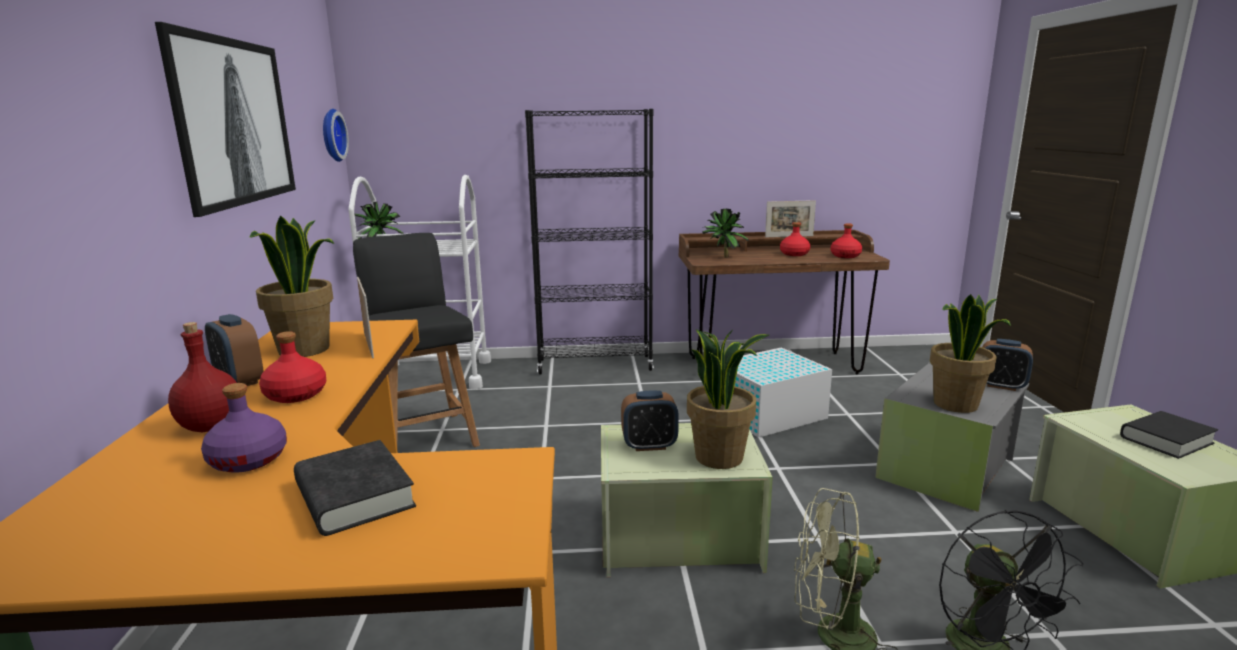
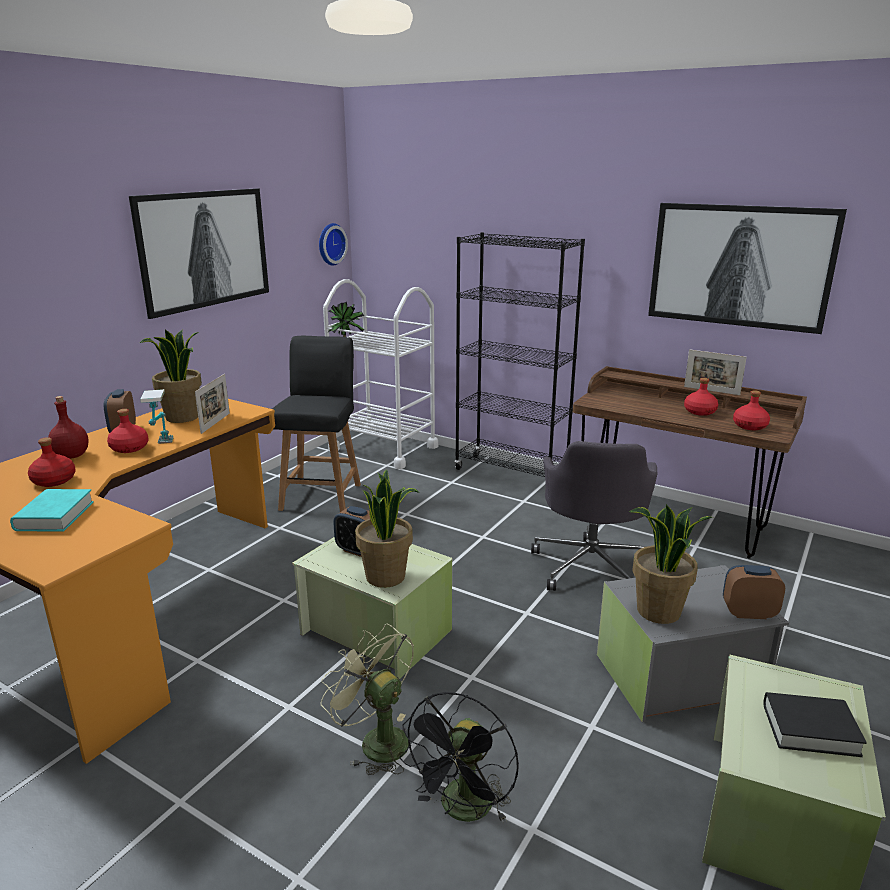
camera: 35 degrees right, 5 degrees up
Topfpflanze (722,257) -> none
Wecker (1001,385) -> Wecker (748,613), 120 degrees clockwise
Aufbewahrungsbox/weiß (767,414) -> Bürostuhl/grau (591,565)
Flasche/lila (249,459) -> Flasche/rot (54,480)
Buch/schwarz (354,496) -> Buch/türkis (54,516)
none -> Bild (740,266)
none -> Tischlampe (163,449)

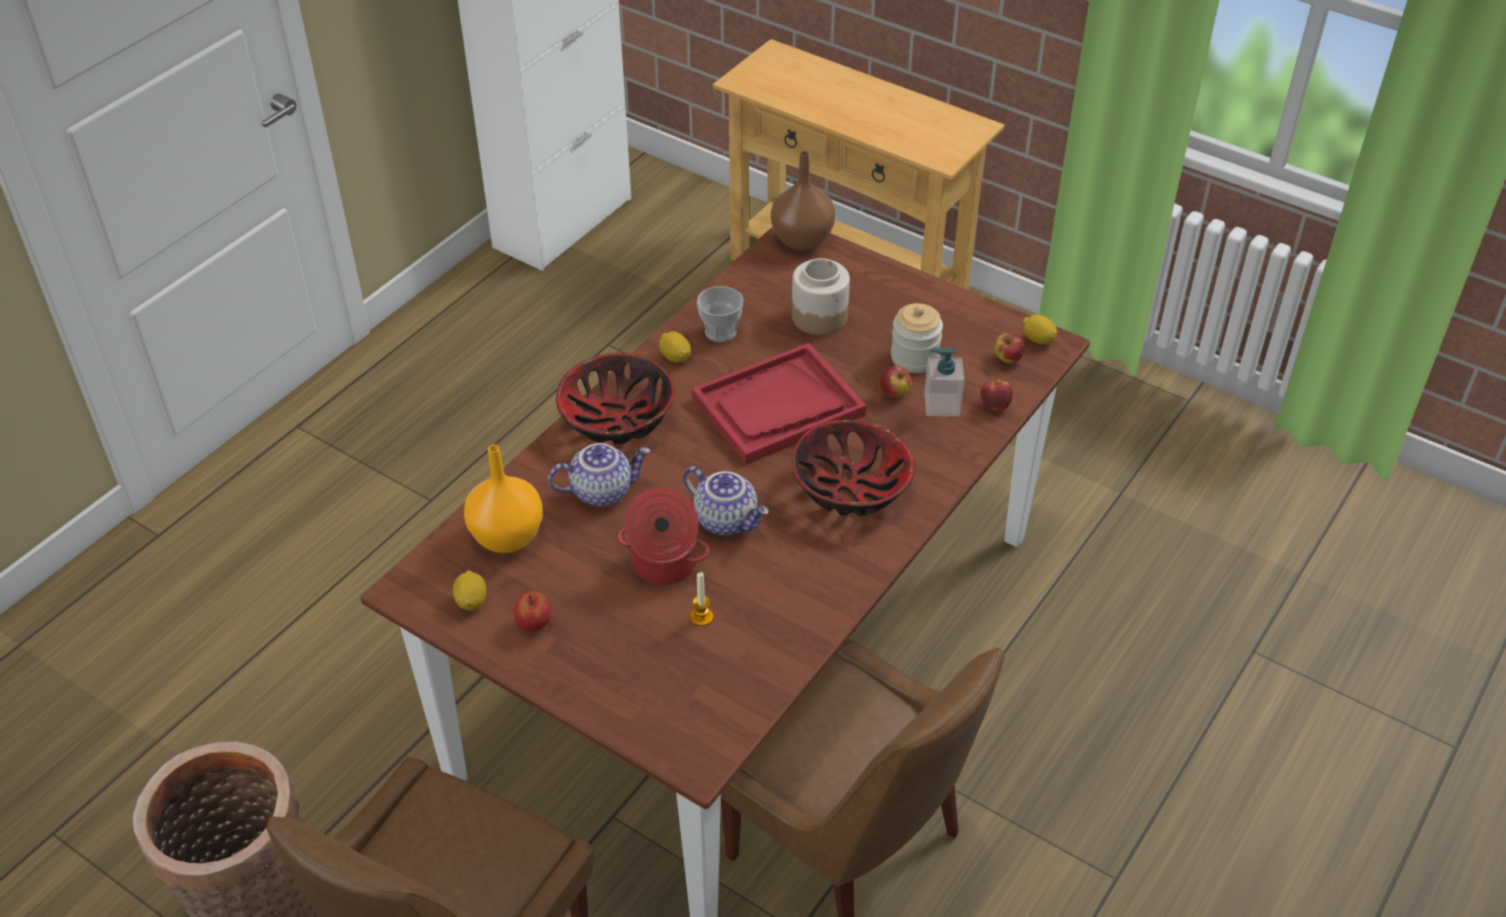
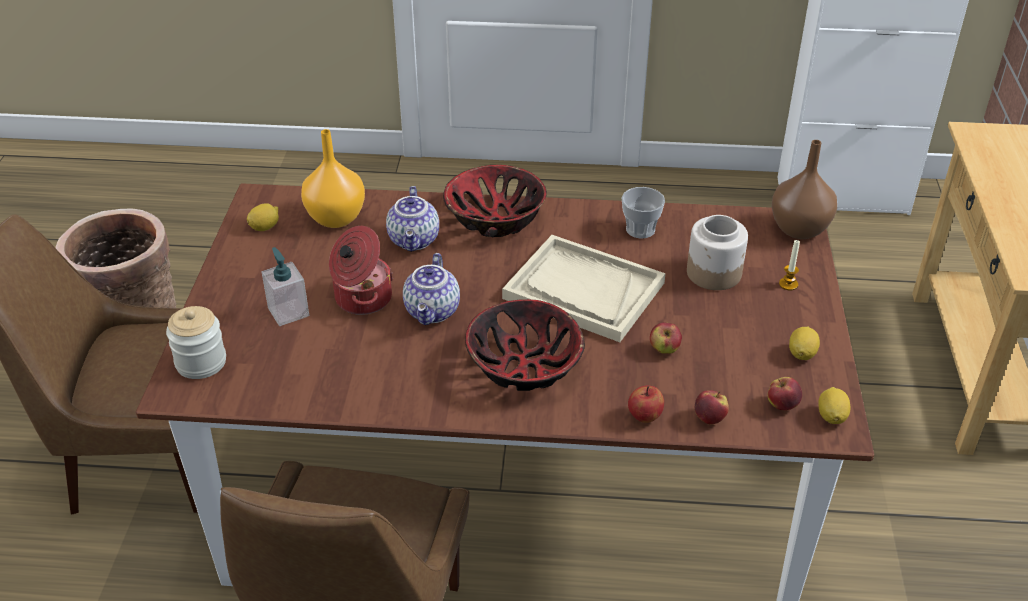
camera: 60 degrees right, 5 degrees down
Vorratsglas (914,358) -> Vorratsglas (201,362), relocated
Zitrone (675,357) -> Zitrone (802,353), relocated
Tablett/rot (778,407) -> Tablett/beige (583,291)
Seifenspender (941,405) -> Seifenspender (288,312), relocated
Teekanne (602,490) -> Teekanne (415,240), 45 degrees clockwise
Kerze (701,617) -> Kerze (788,284), relocated
Apfel (534,624) -> Apfel (644,416), relocated

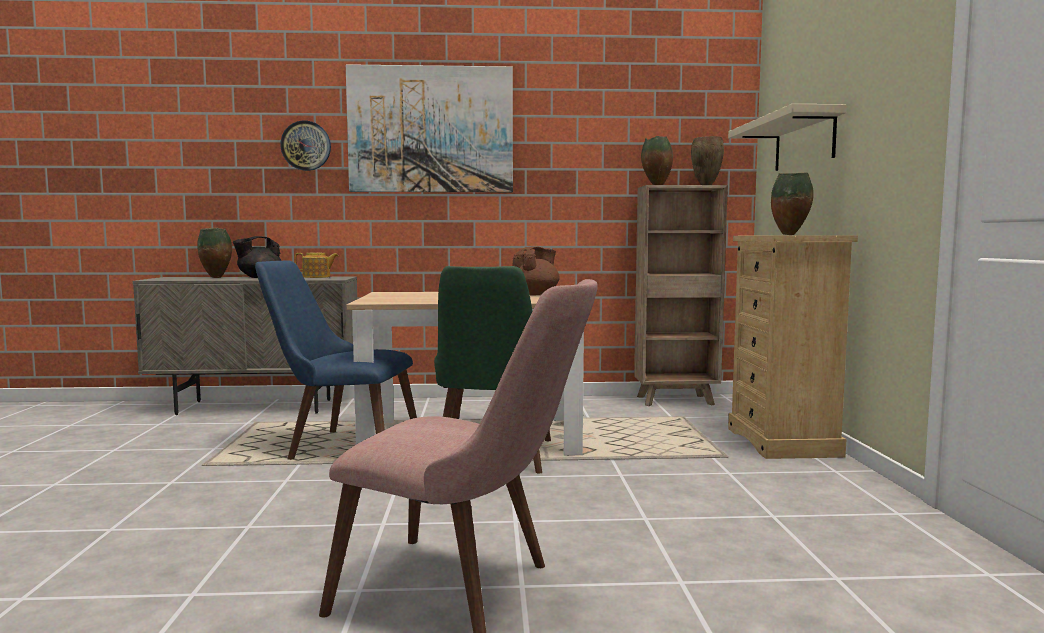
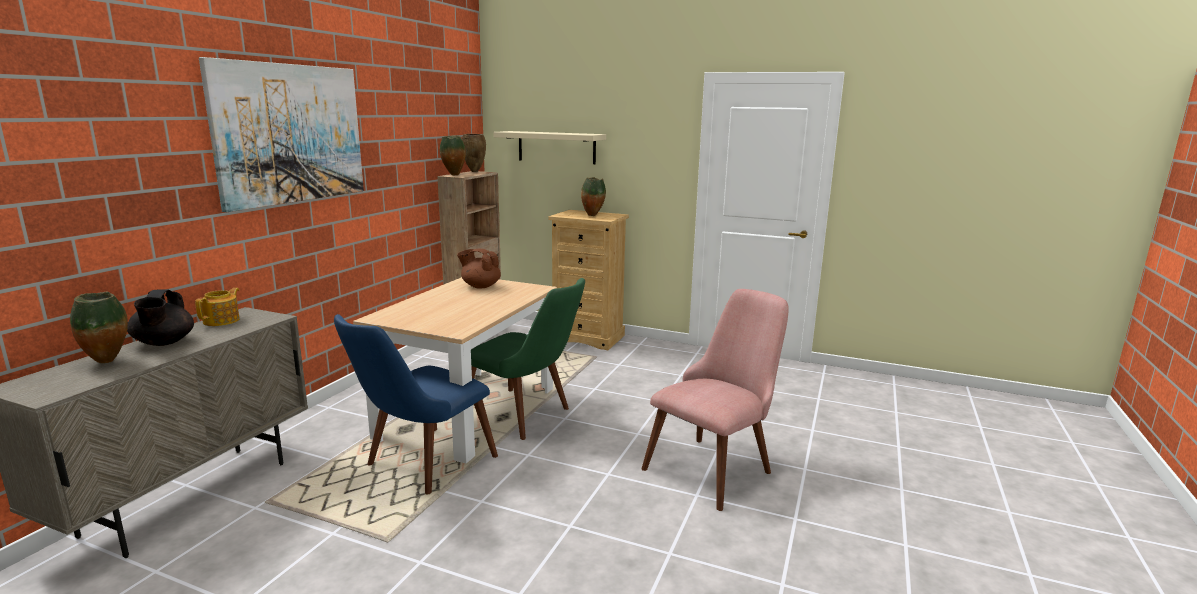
camera: 65 degrees left, 10 degrees up
Wanduhr (306,146) -> none
Teekanne/braun (535,294) -> Teekanne/braun (480,286), 45 degrees counterclockwise

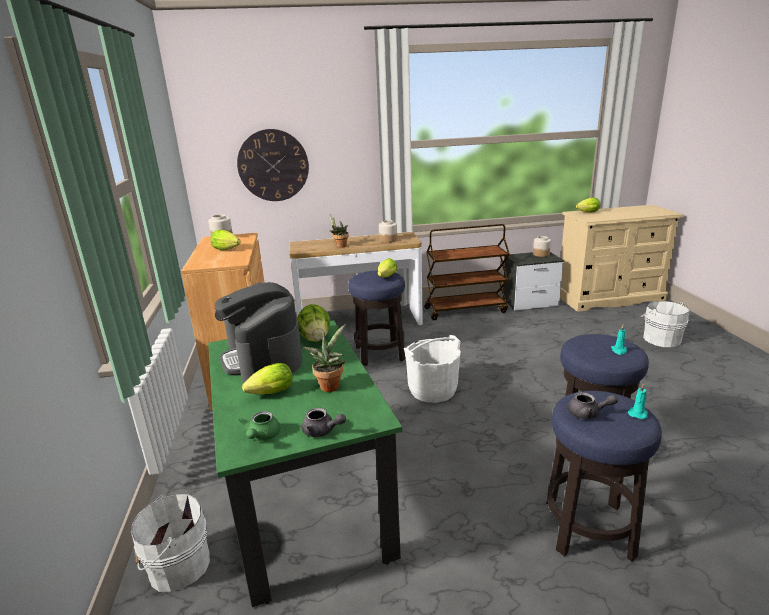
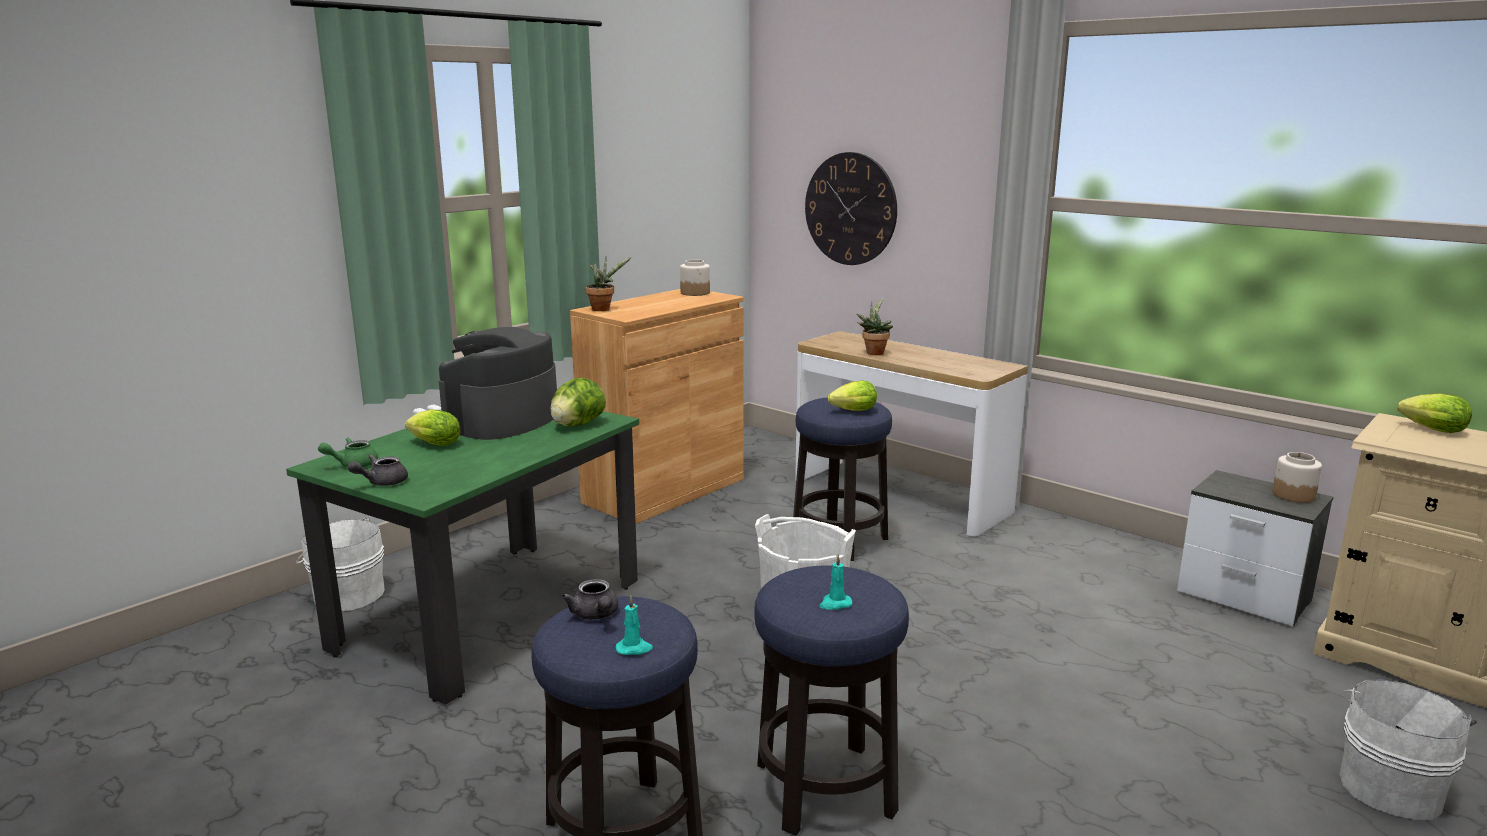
camera: 50 degrees right, 5 degrees down
Vorratsglas (388,240) -> none
Rollwagen/braun (465,310) -> none
Salatkopf (228,250) -> none
Topfpflanze (330,385) -> Topfpflanze (603,309), relocated
Teekanne/grau (322,431) -> Teekanne/grau (382,482), 60 degrees clockwise

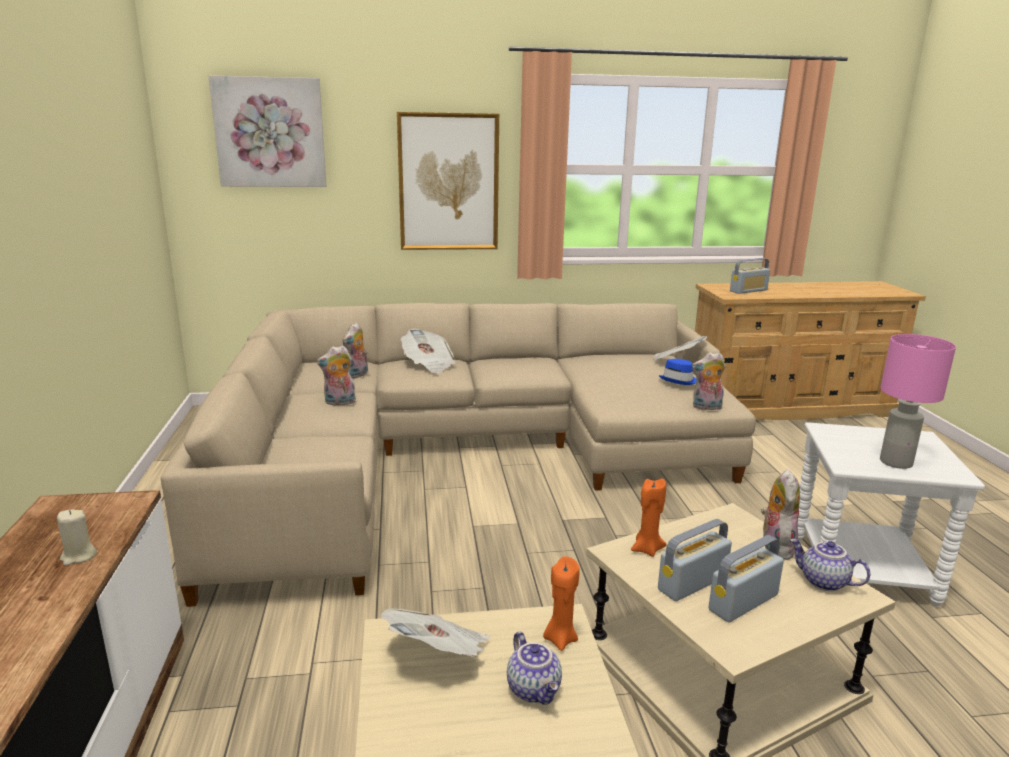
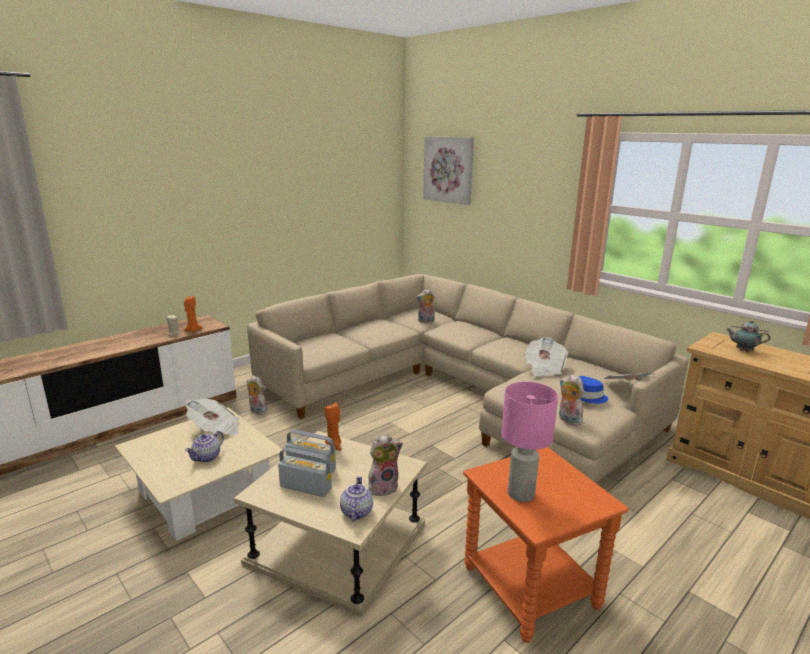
camera: 55 degrees right, 0 degrees up
Bild (448,182) -> none
Radio (748,291) -> Teekanne (743,350)
Zeitung (428,365) -> Zeitung (544,368), relocated
Plüschtier (339,403) -> Plüschtier (256,411), relocated
Beistelltisch/weiß (861,569) -> Beistelltisch/orange (531,587)
Kerze/orange (560,639) -> Kerze/orange (193,330), relocated

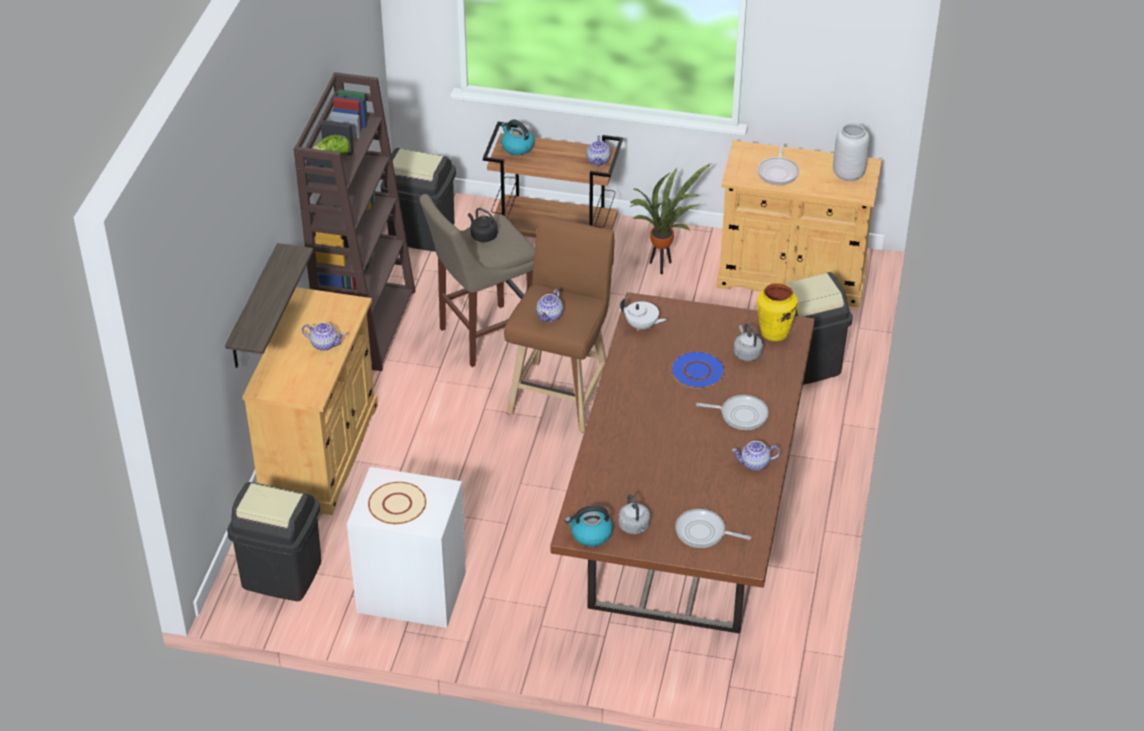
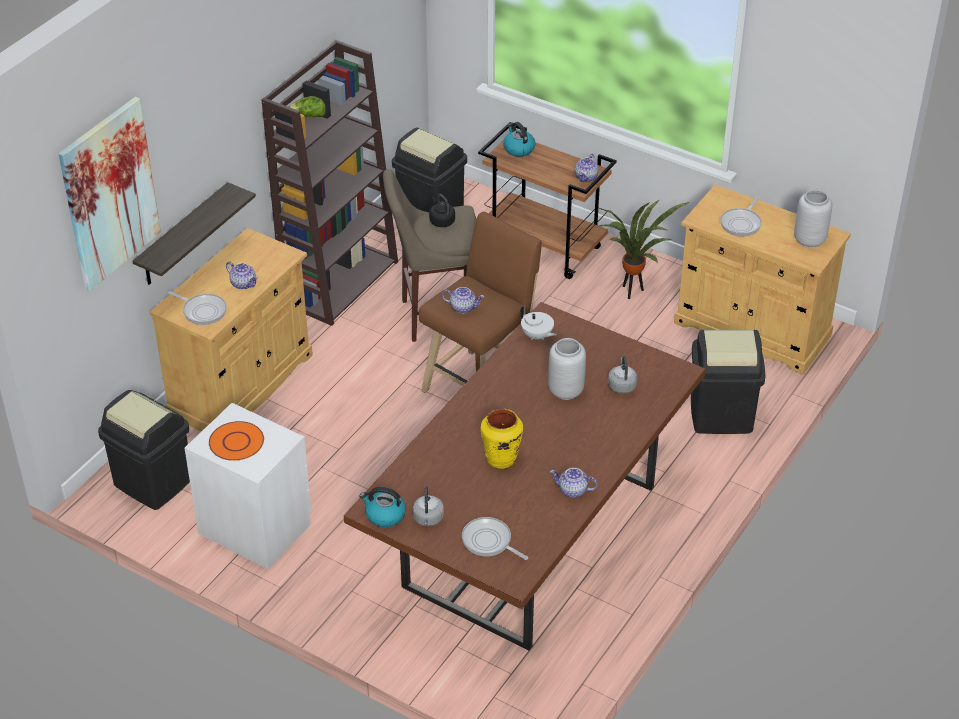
camera: 20 degrees right, 0 degrees up
Vase/gelb (774,332) -> Vase/gelb (501,458), relocated
Teekanne (550,316) -> Teekanne (463,307), 120 degrees counterclockwise
Teller/blau (697,371) -> Vase/grau (566,390)
Pfanne (740,415) -> Pfanne (202,311), relocated
Teller/beige (397,504) -> Teller/orange (237,442)
none -> Bild (109,193)

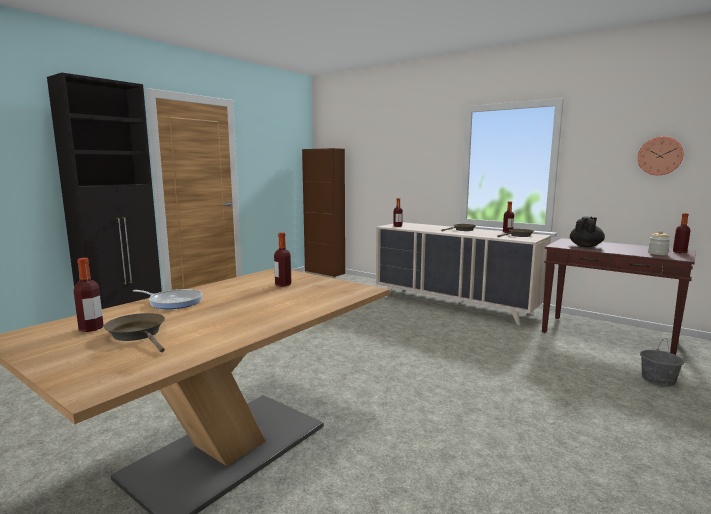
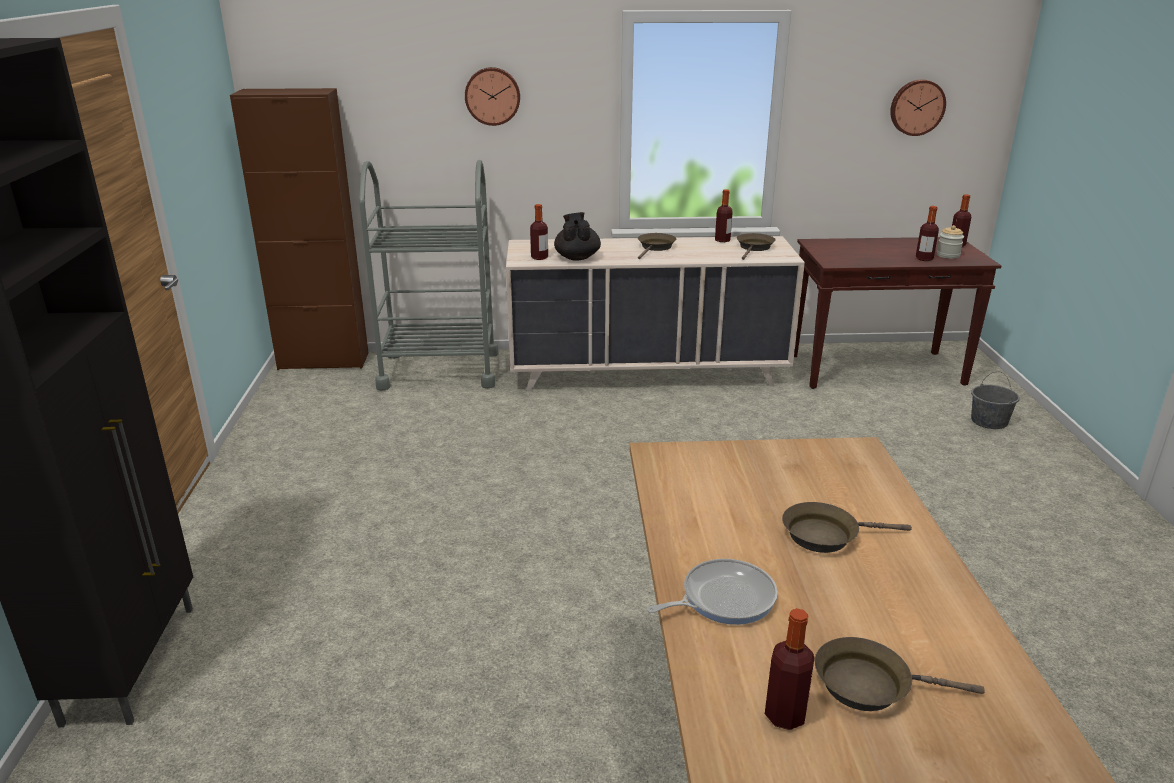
camera: 40 degrees left, 15 degrees up
Teekanne/schwarz (585,246) -> Teekanne/schwarz (577,257), relocated
Flasche (283,284) -> Flasche (924,259), relocated
none -> Wanduhr (492,96)
none -> Rollwagen/grau (439,370)
none -> Pfanne/braun (825,535)

